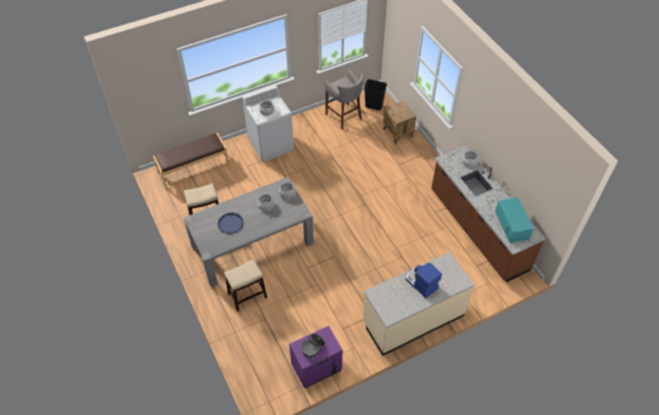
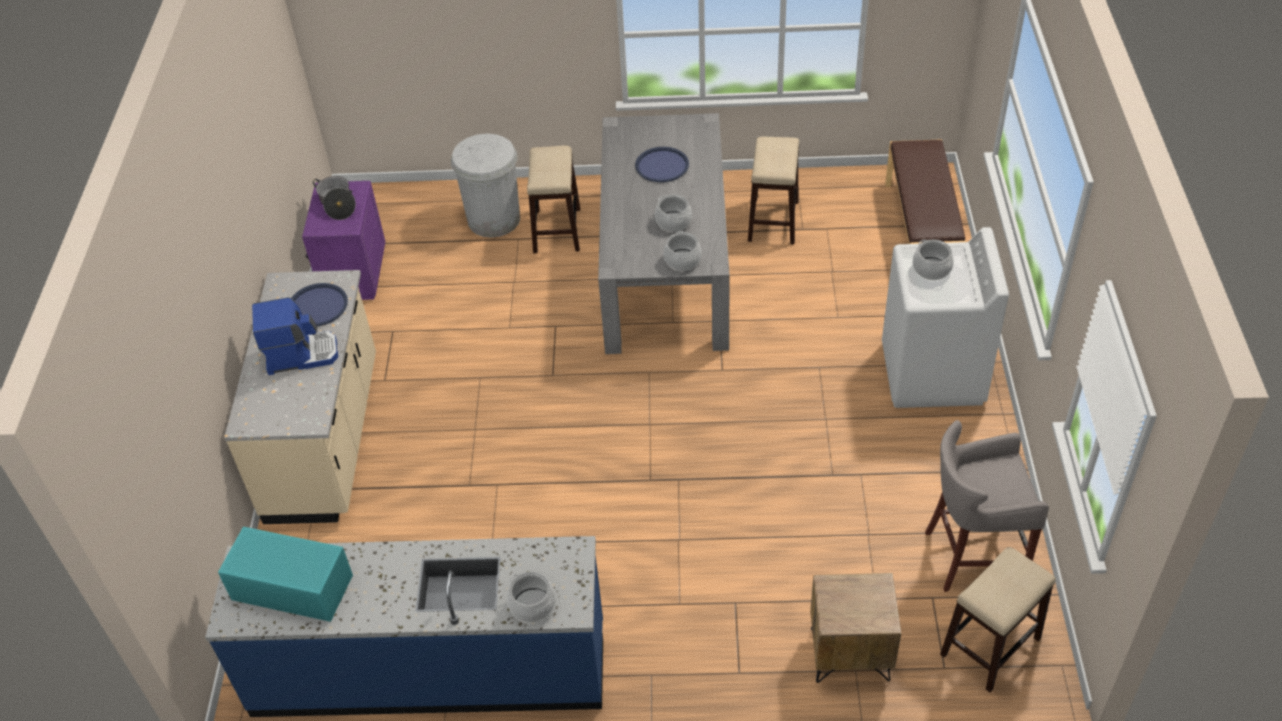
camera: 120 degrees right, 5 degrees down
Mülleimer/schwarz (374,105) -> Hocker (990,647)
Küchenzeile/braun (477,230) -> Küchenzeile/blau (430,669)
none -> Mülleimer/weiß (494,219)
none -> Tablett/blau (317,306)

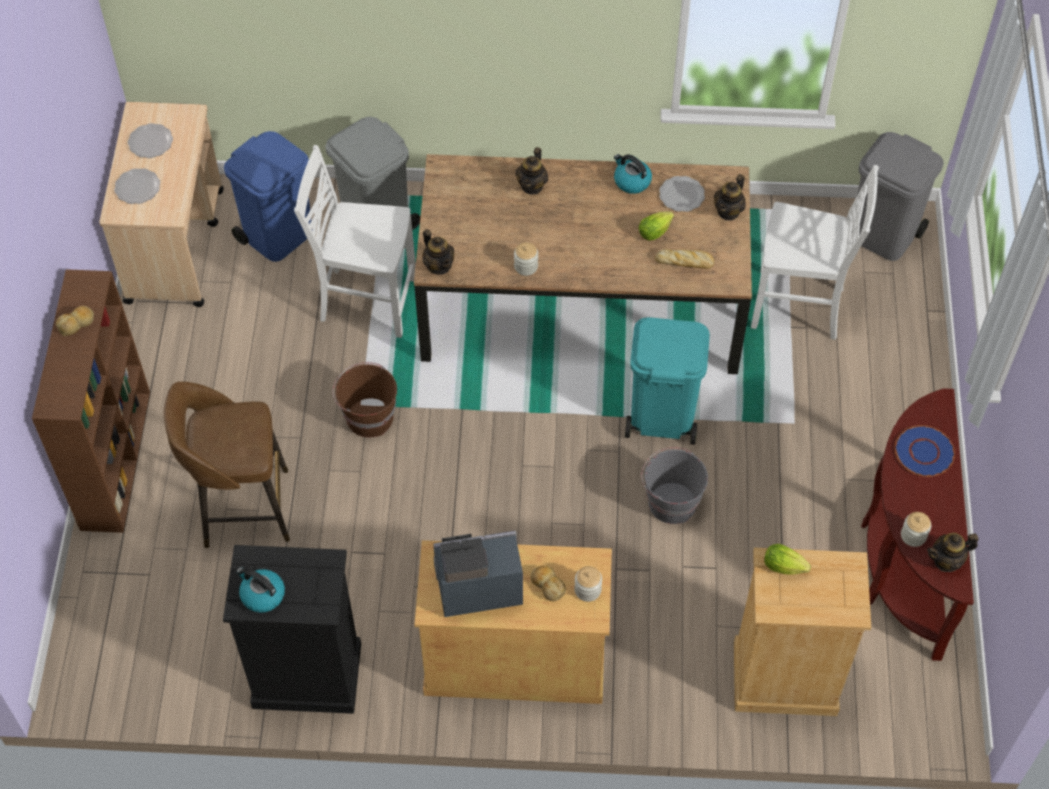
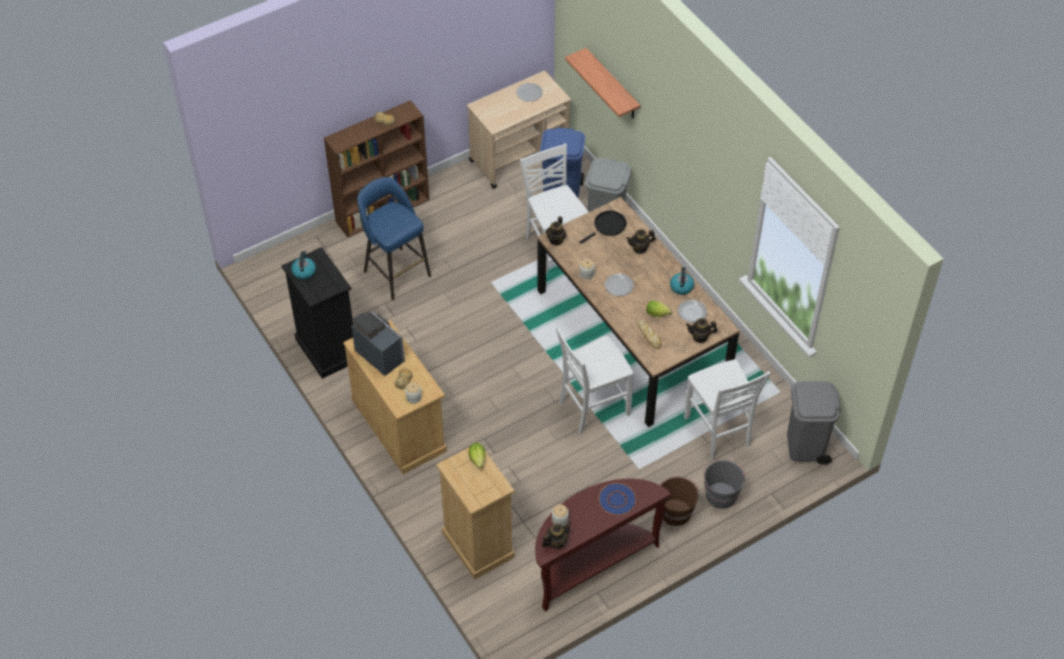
camera: 55 degrees right, 5 degrees down
Teller (137,188) -> Teller (618,285), relocated
Mülleimer/türkis (661,416) -> Stuhl/weiß (592,408)
Eimer/braun (368,417) -> Eimer/braun (675,511), relocated
Hocker/braun (242,508) -> Hocker/blau (396,272)
Eimer/grau (671,502) -> Eimer/grau (721,494), relocated
Teekanne (947,561) -> Teekanne (556,542), 105 degrees clockwise
none -> Wandregal (612,85)
none -> Pfanne/schwarz (608,226)

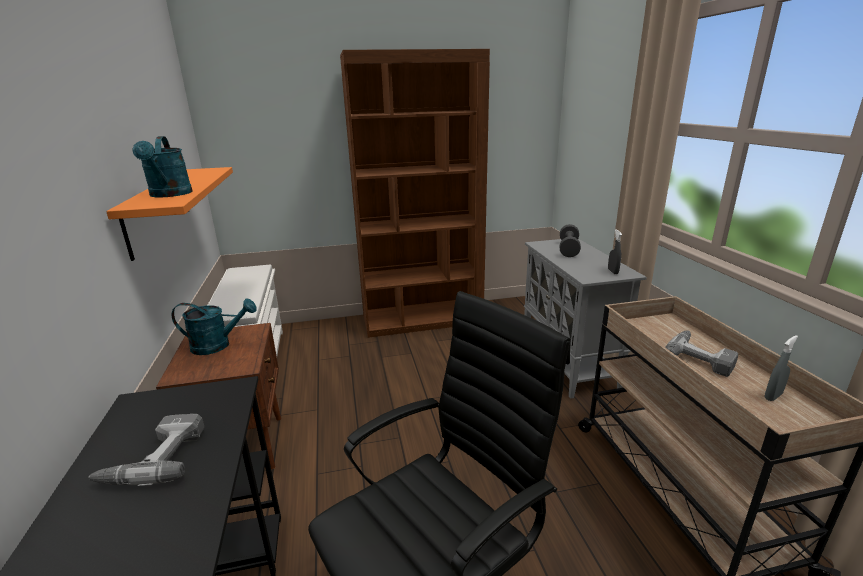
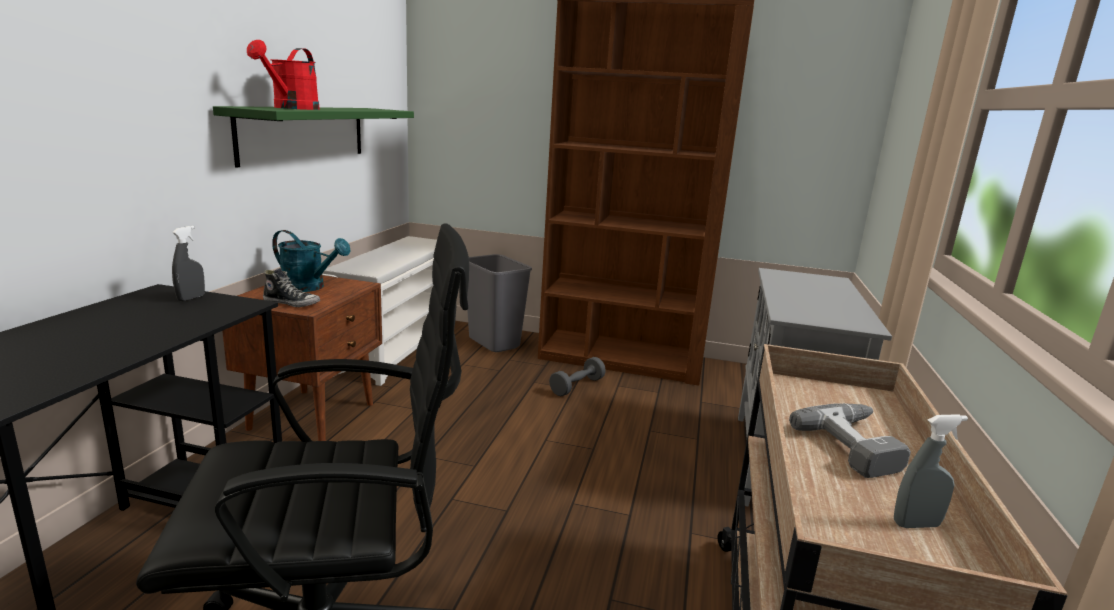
camera: 25 degrees right, 5 degrees down
Gießkanne/türkis (169,195) -> Gießkanne/rot (292,108)
Wandregal/orange (158,209) -> Wandregal/grün (304,133)
Hantel/grau (568,249) -> Hantel/grau (577,386), relocated
Sprühflasche/grau (613,271) -> Sprühflasche/grau (191,298), relocated
Bohrmaschine (154,459) -> none
none -> Mülleimer/grau (495,343)
none -> Schuh (292,303)

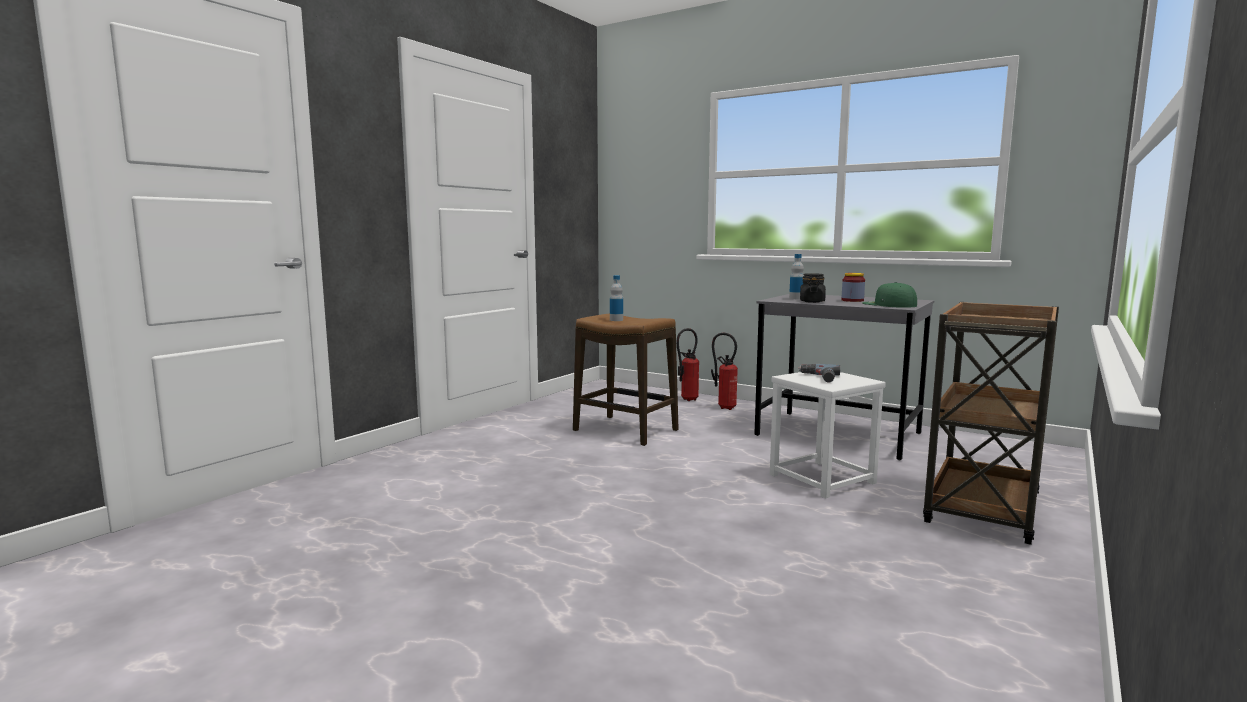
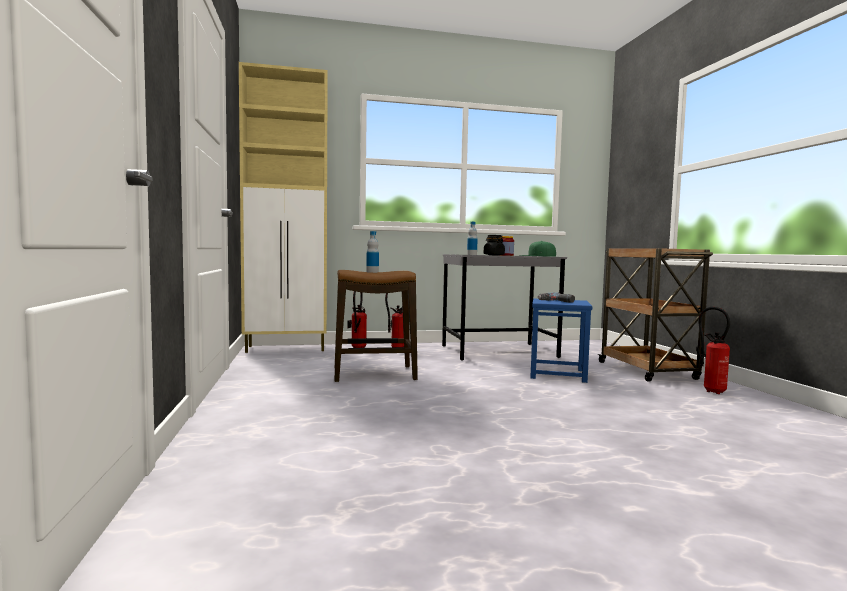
camera: 45 degrees left, 5 degrees down
Hocker/weiß (821,479) -> Hocker/blau (557,374)
none -> Schrank/beige (287,348)
none -> Feuerlöscher (711,391)

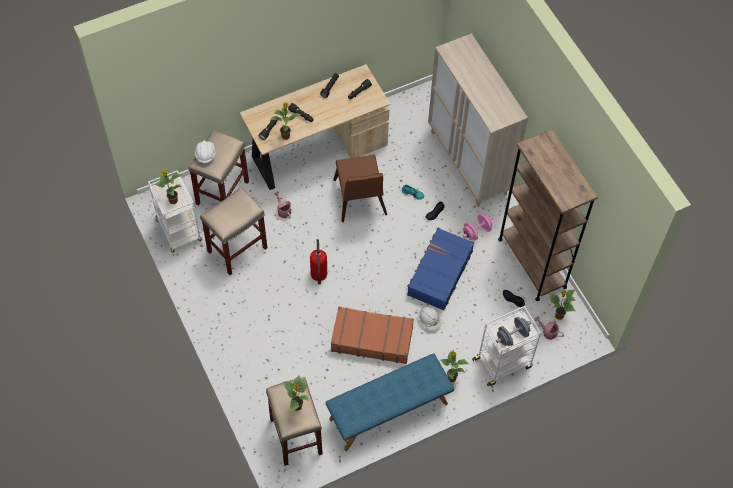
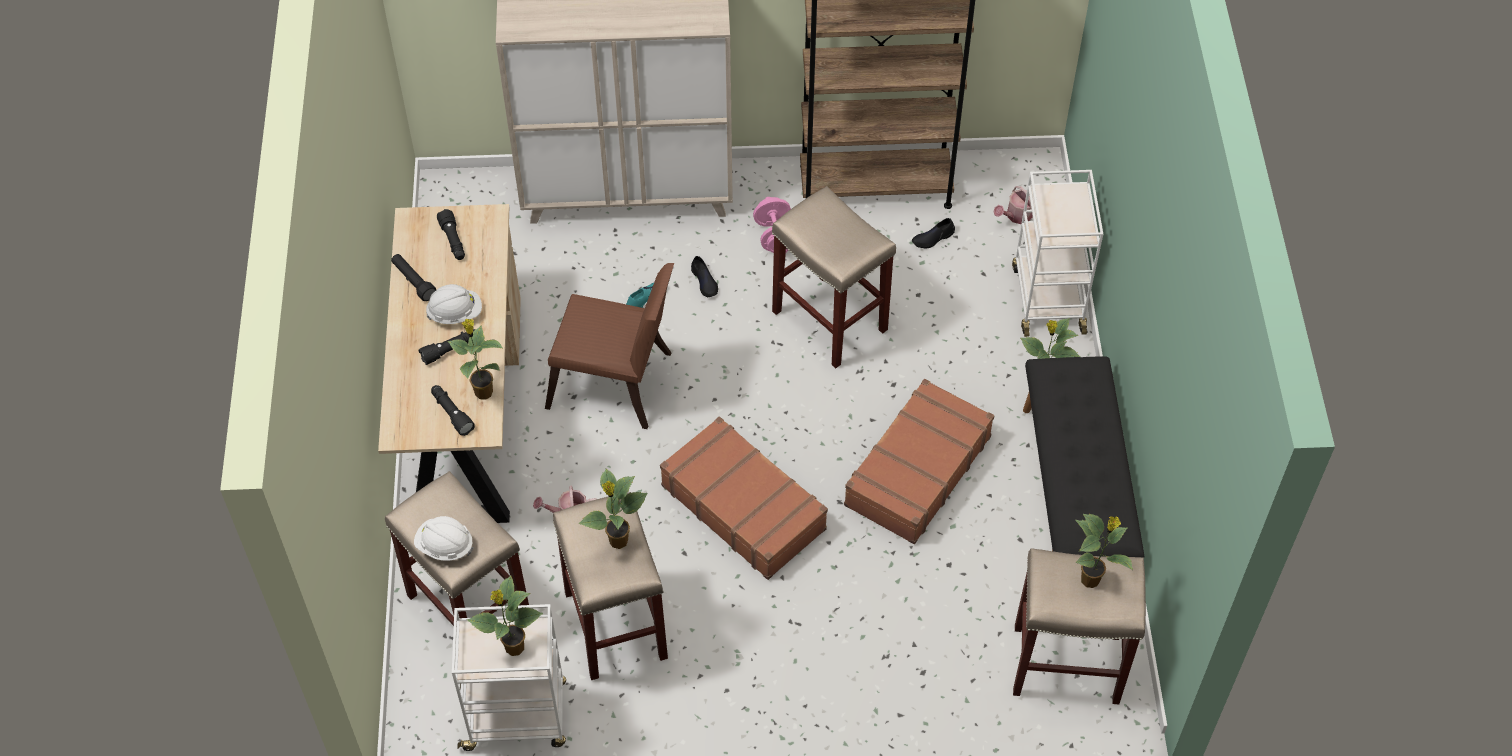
camera: 65 degrees left, 5 degrees down
Koffer/blau (439,273) -> Hocker/beige (831,321)
Feuerlöscher (319,275) -> Koffer/braun (744,506)
Topfpflanze (558,315) -> Topfpflanze (618,542), relocated
Schutzhelm/weiß (429,321) -> Schutzhelm/weiß (455,313), relocated
Hantel/grau (512,336) -> none
Bank/blau (389,412) -> Bank/schwarz (1074,498)

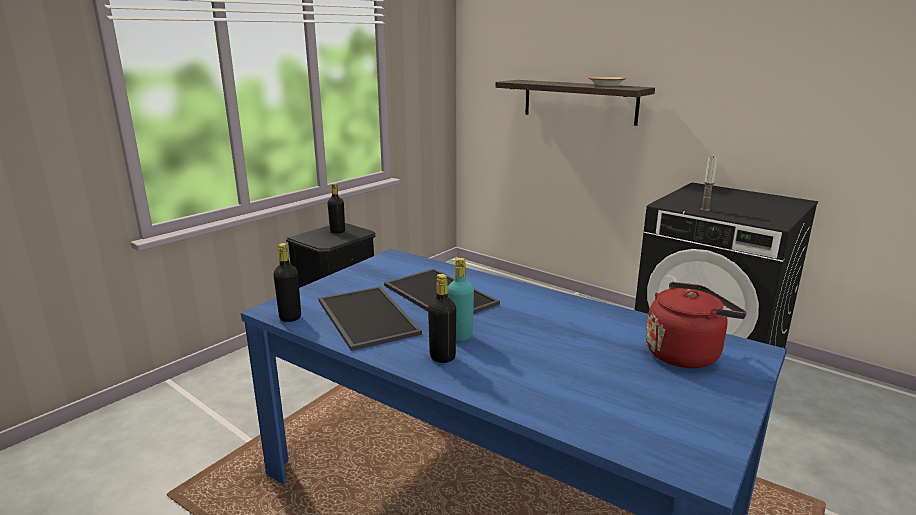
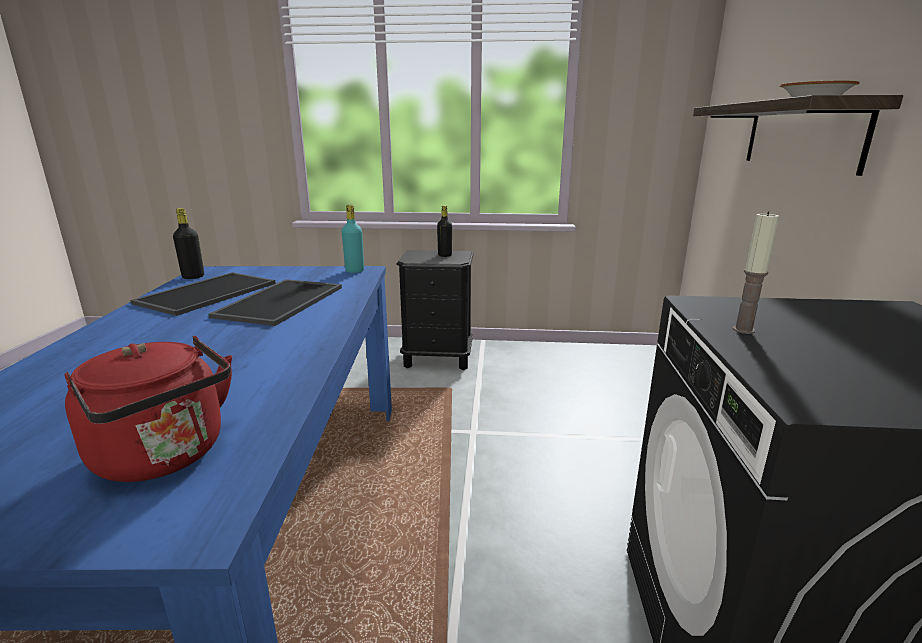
camera: 55 degrees right, 0 degrees up
Flasche/türkis (460,336) -> Flasche/türkis (354,271), relocated
Flasche/schwarz (442,357) -> none

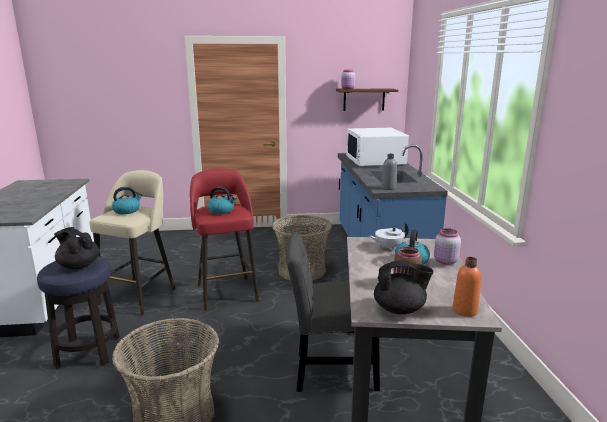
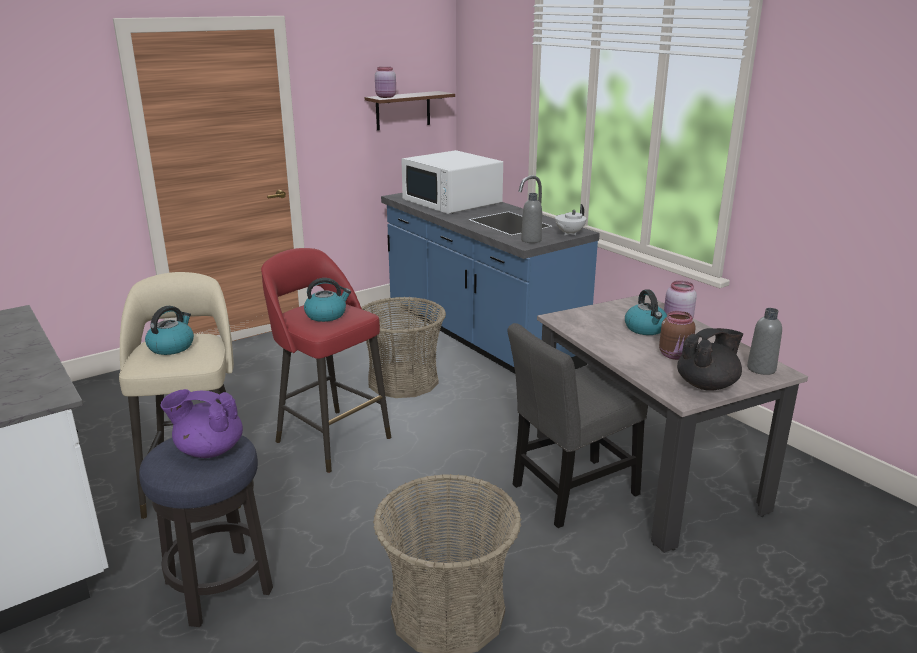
camera: 30 degrees left, 5 degrees up
Teekanne/weiß (388,247) -> Teekanne/weiß (569,233), relocated
Teekanne/schwarz (79,265) -> Teekanne/lila (209,450)
Flasche/orange (464,310) -> Flasche/grau (761,369)

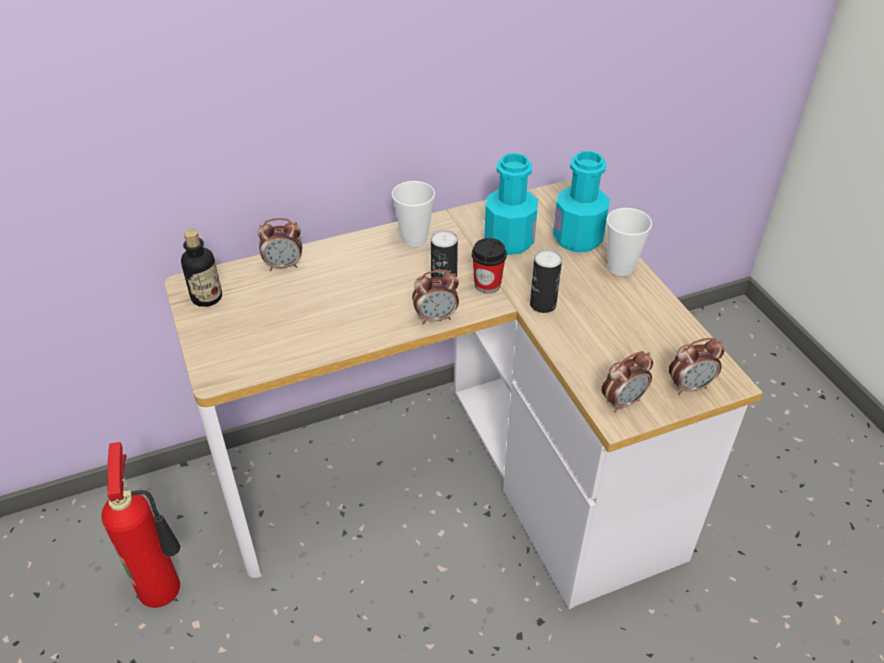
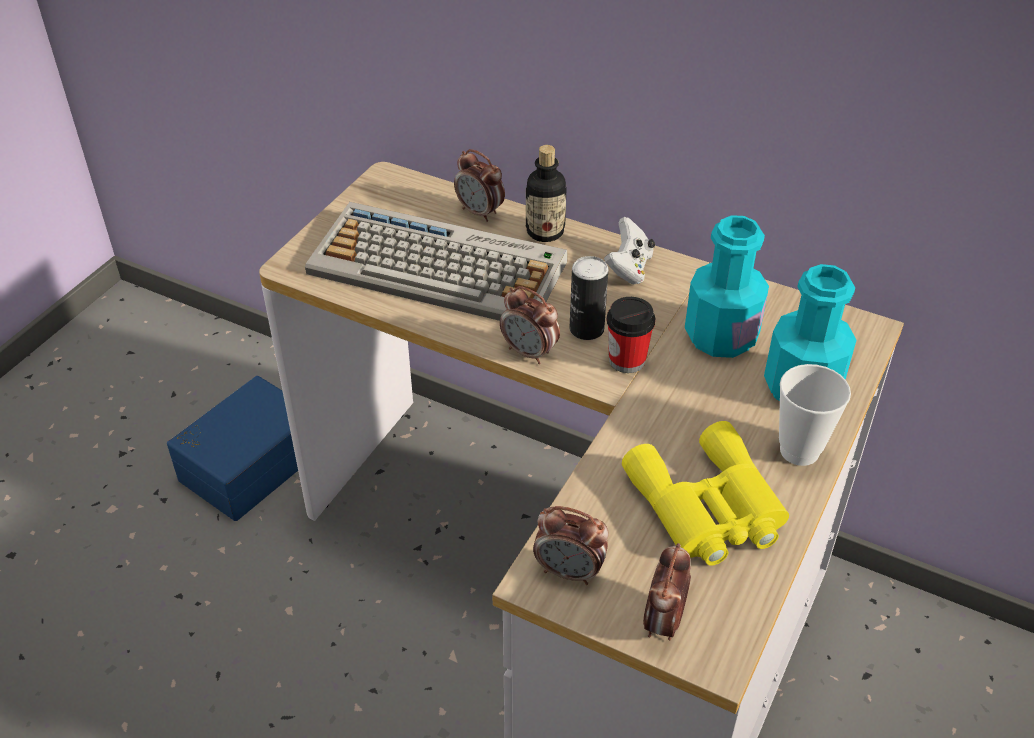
camera: 50 degrees right, 0 degrees up
Tasse (414,239) -> Gamepad/weiß (629,268)
Flasche (207,297) -> Flasche (545,232), relocated
Dose (543,304) -> none
Wecker (689,386) -> Wecker (663,622), 75 degrees clockwise
Feuerlöscher (164,585) -> Aufbewahrungsbox/blau (248,463)
none -> Tastatur (440,267)
none -> Fernglas/gelb (707,508)

